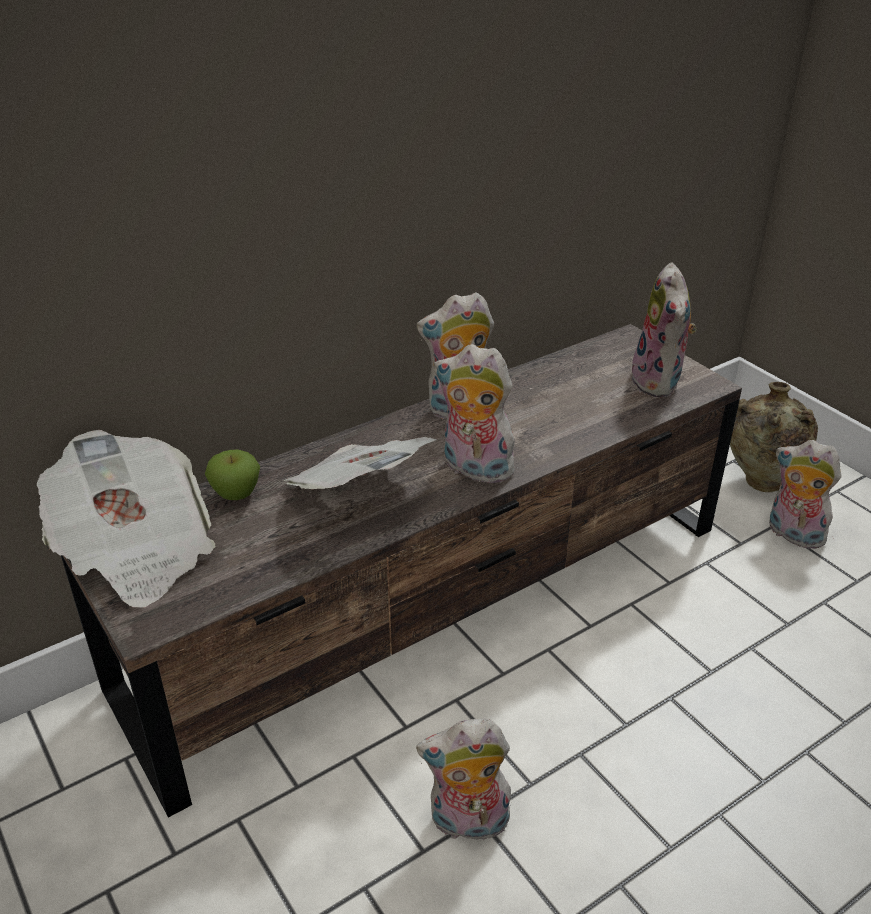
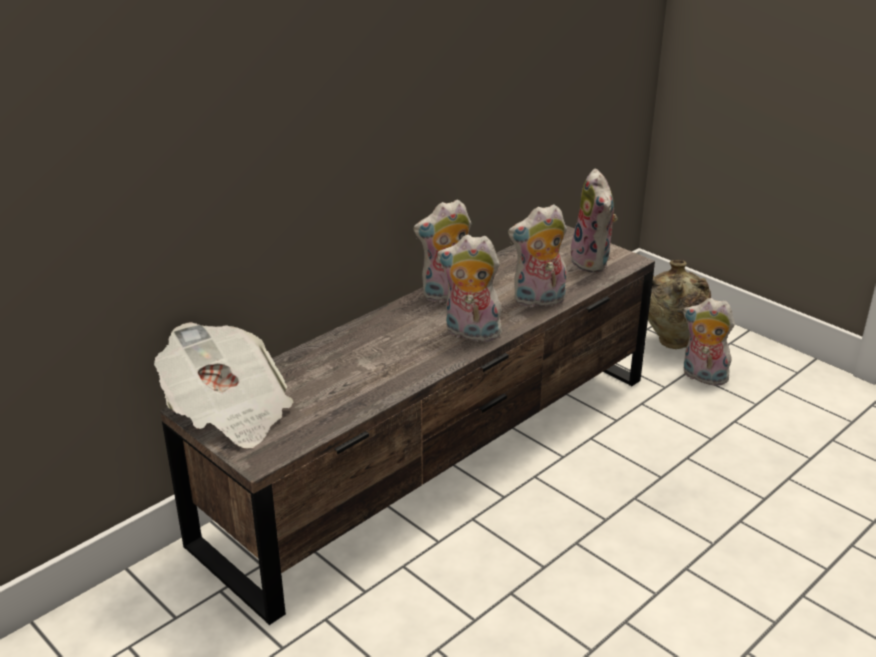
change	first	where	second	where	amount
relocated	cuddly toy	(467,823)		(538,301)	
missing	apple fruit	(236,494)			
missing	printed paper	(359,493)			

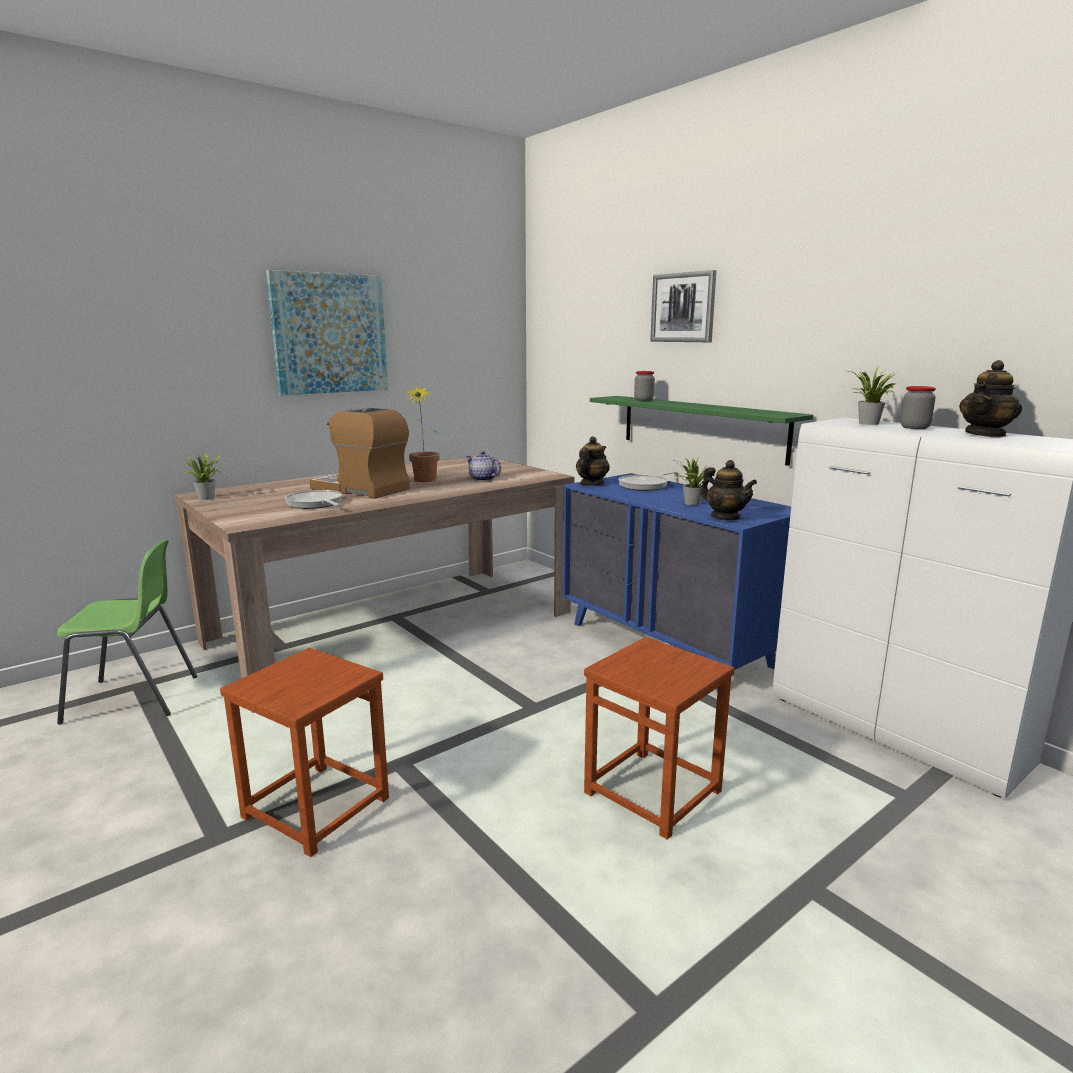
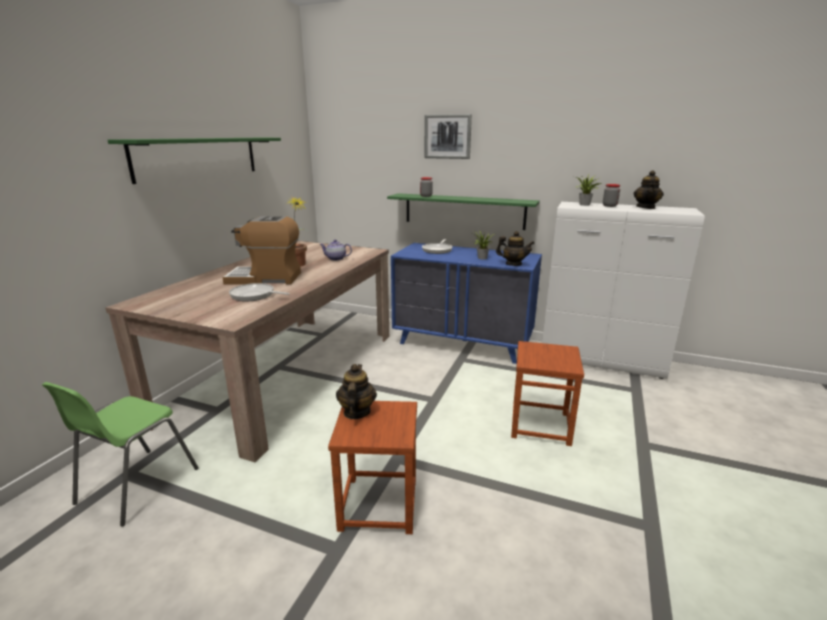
change	first	where	second	where	amount
spun	chair (green)	(133,699)		(136,486)	150 degrees clockwise
exchanged	picture	(329,333)	wall shelf (green)	(198,157)	
relocated	tea pot	(591,484)		(356,412)	
missing	potted plant	(208,498)			

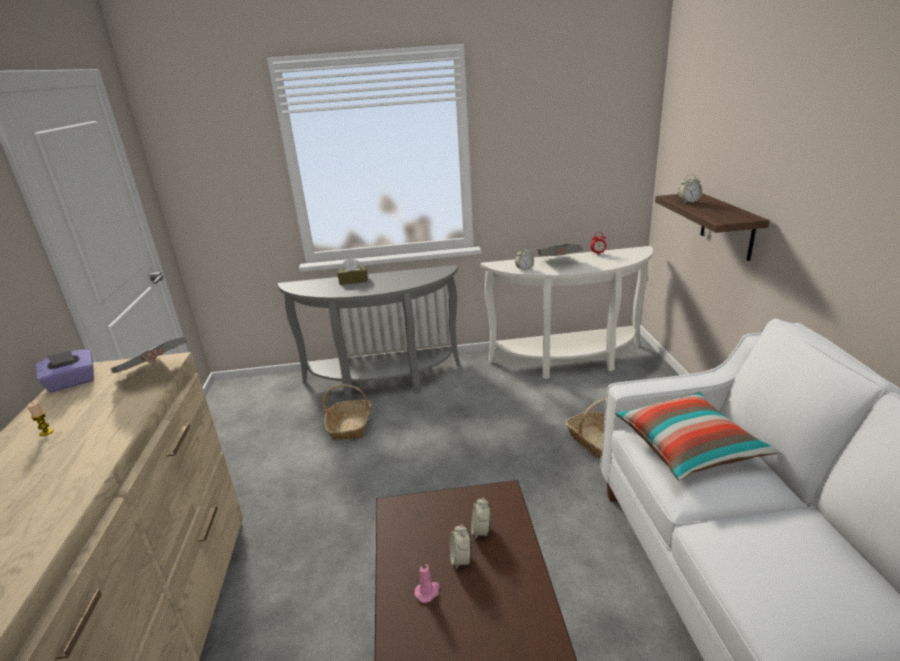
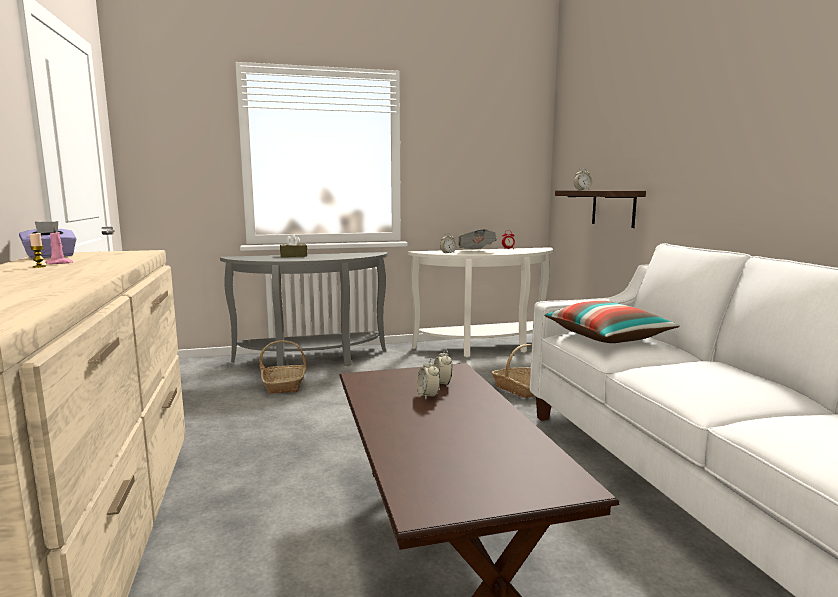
change	first	where	second	where	amount
relocated	wax light (pinkish)	(428,591)		(60,263)	
missing	printed paper	(155,373)			

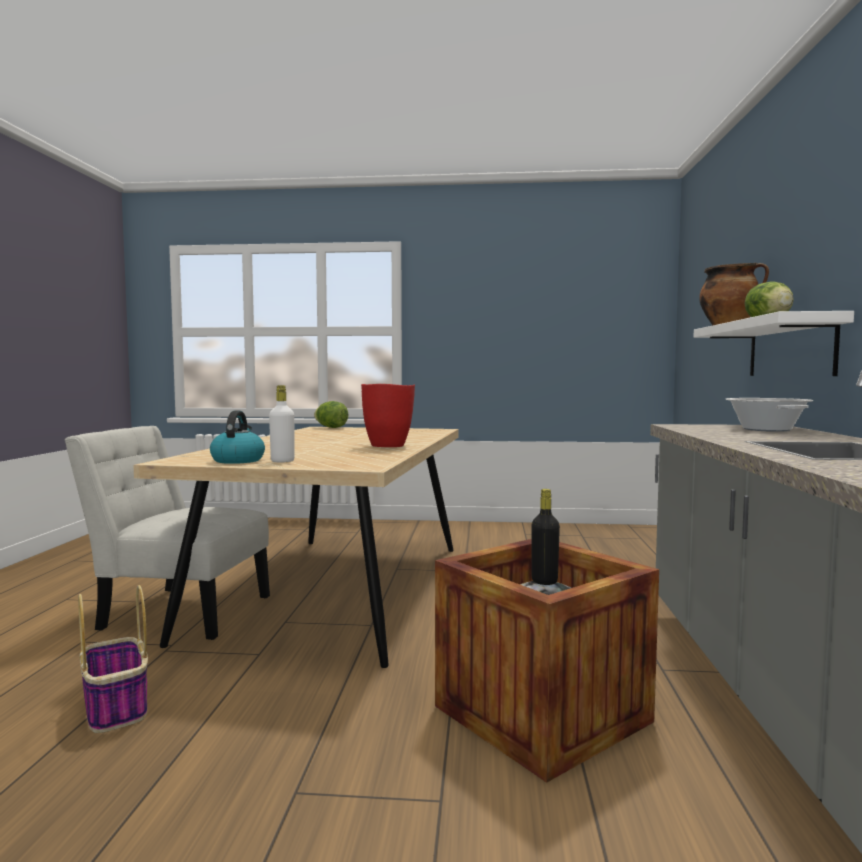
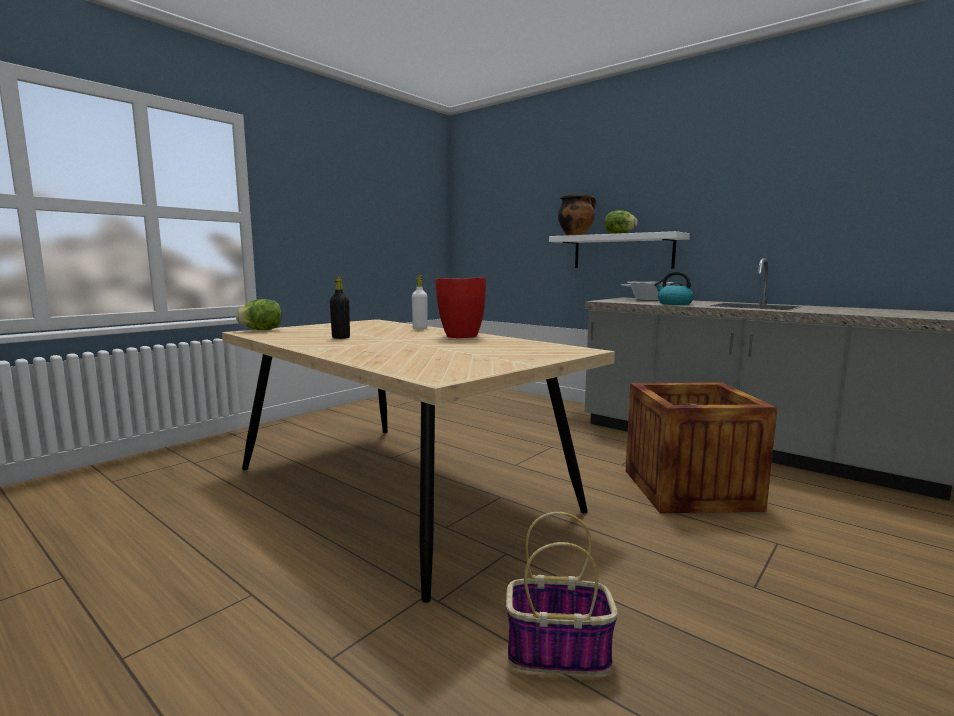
change	first	where	second	where	amount
relocated	beverage bottle (blackish)	(544,581)		(341,338)	
relocated	beverage bottle (white)	(282,461)		(420,328)	
relocated	tea kettle	(238,460)		(674,304)	
missing	chair (white)	(179,611)			

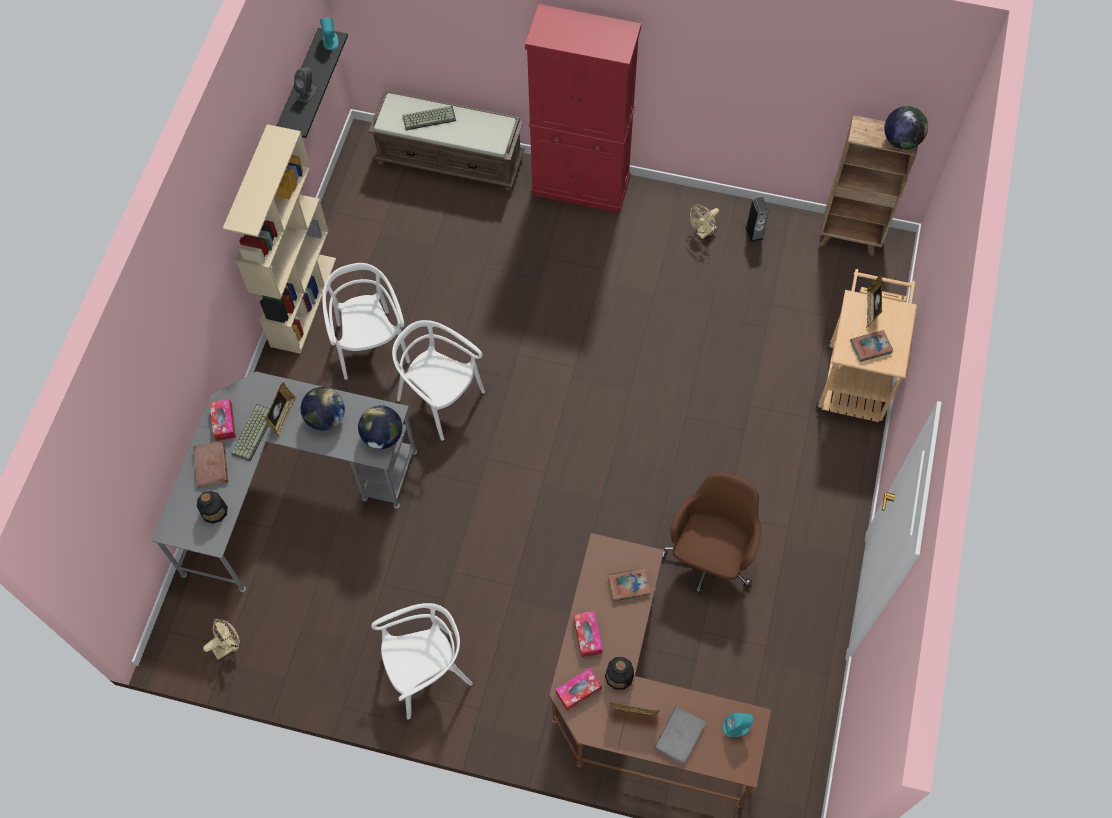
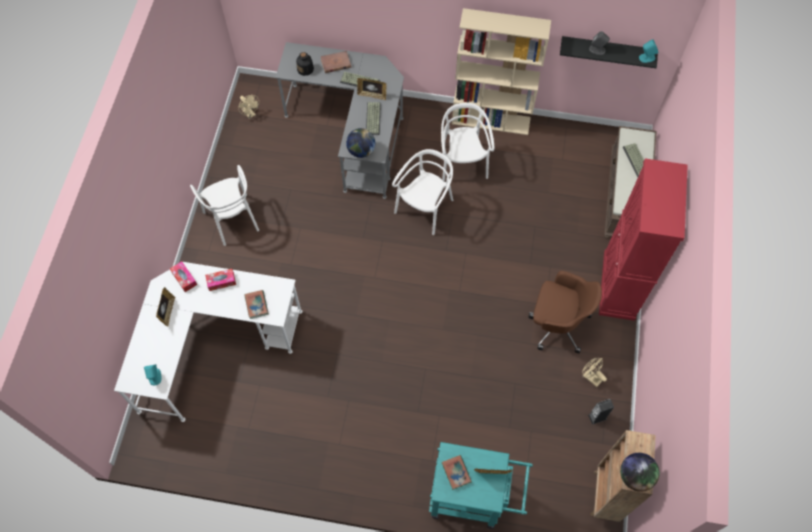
change	first	where	second	where	amount
colour	desk (brown-coloured)	(636,701)	desk (white)	(211,344)	
exchanged	desk globe	(325,418)	PC keyboard	(372,118)	
colour	trolley (sand-coloured)	(855,375)	trolley (turquoise)	(473,497)	
spun	chair (white)	(370,345)		(462,163)	75 degrees counterclockwise
relocated	computer chair (brown-coloured)	(710,556)		(557,323)	
missing	tissue holder	(224,422)			
missing	beverage bottle	(619,676)			
missing	bound book (grey)	(680,735)			

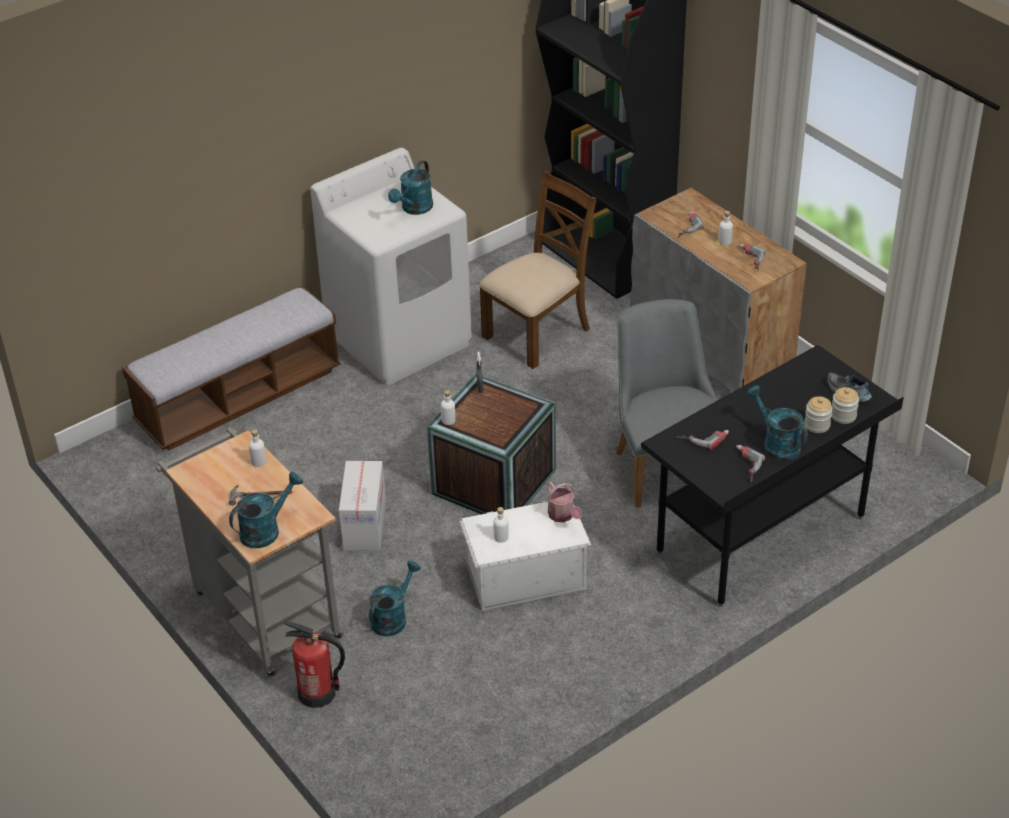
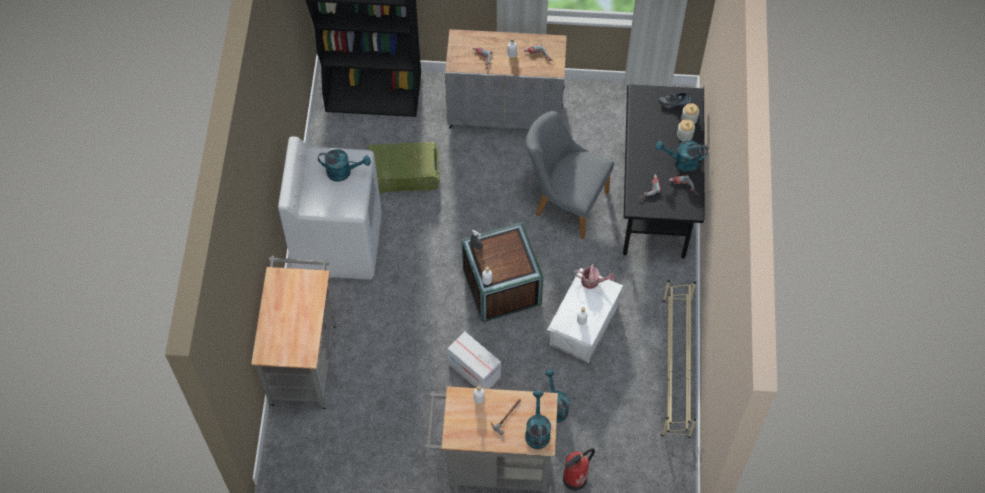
change	first	where	second	where	amount
exchanged	long seat	(239,397)	trolley (grey)	(304,358)	
spun	sprinkling can (turquoise)	(414,209)		(343,172)	60 degrees counterclockwise
exchanged	chair (brown-coloured)	(538,332)	packing crate	(404,174)	
appeared			shoe stand (sand-coloured)	(676,367)	

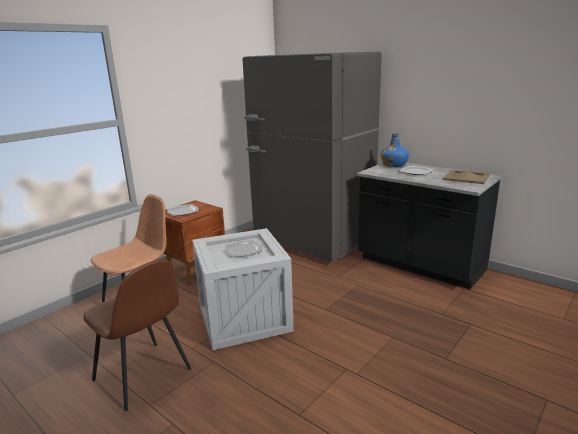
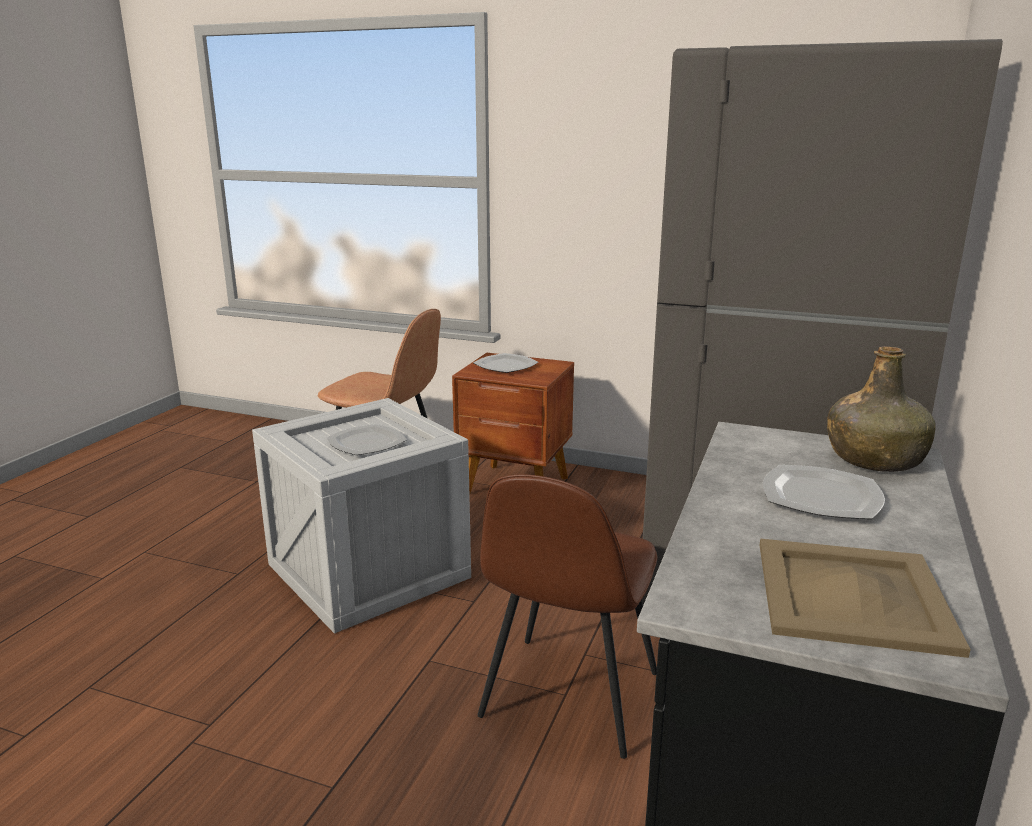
change	first	where	second	where	amount
relocated	chair (brown-coloured)	(143,376)		(568,697)	
colour	beverage bottle (blue)	(394,165)	beverage bottle (green)	(874,459)	

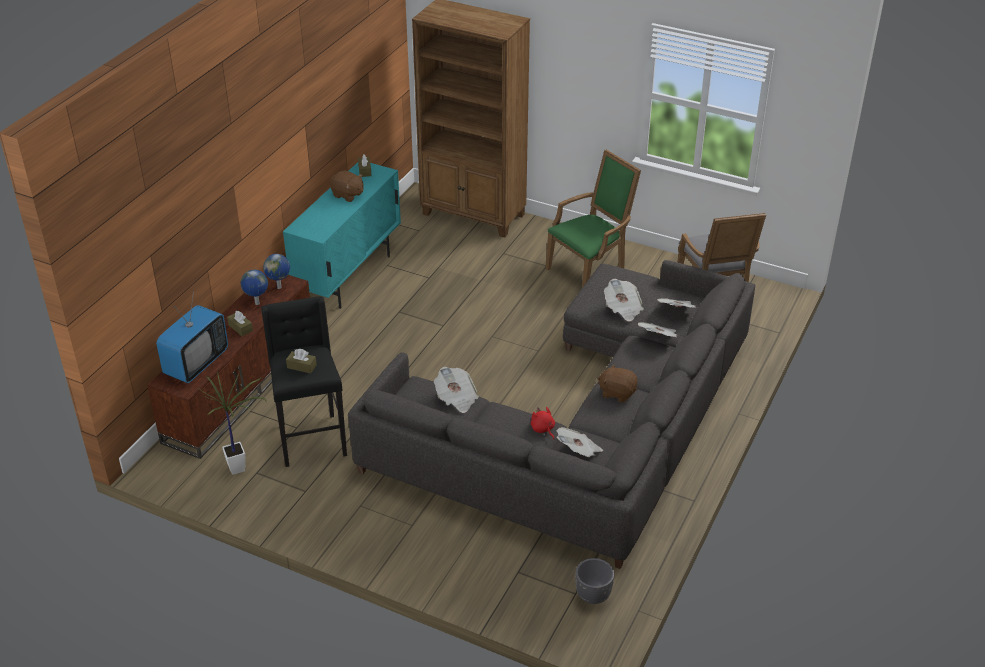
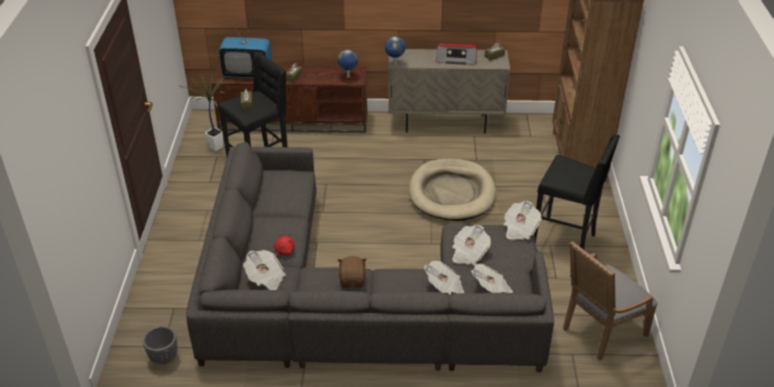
change	first	where	second	where	amount
relocated	desk globe	(257,304)		(394,64)	
colour	cupboard (turquoise)	(349,276)	cupboard (sand-coloured)	(445,123)	
appeared			dog cushion (sand-coloured)	(451,193)	
exchanged	cuddly toy (brown-coloured)	(348,195)	radio set	(456,59)	
relocated	printed paper	(456,398)		(519,229)	
exchanged	lounge chair (green)	(590,269)	stool seat (blackish)	(565,241)	

